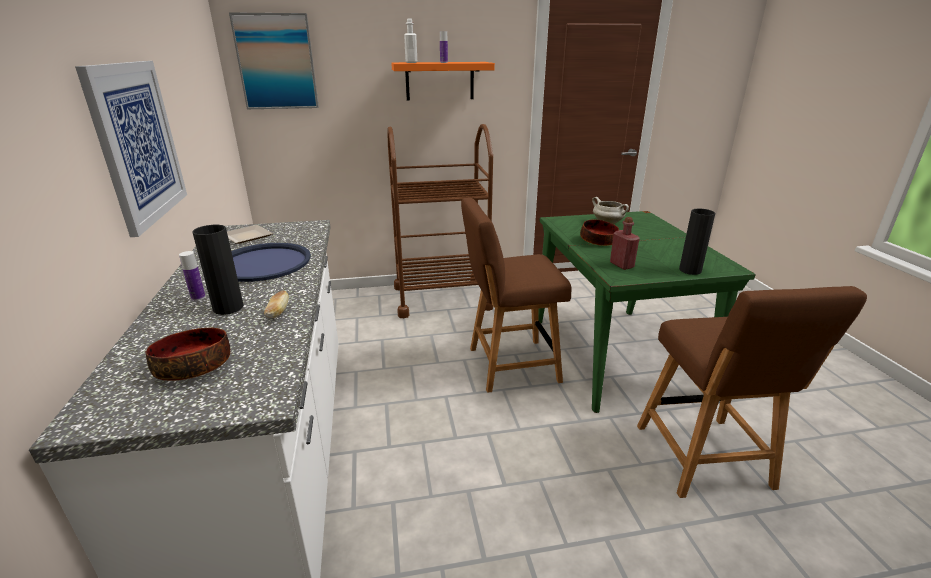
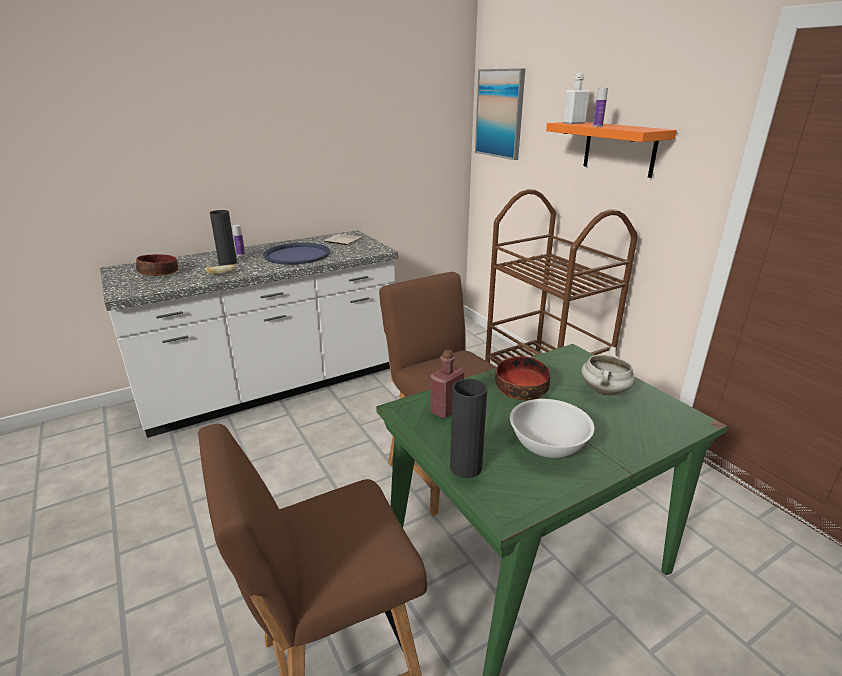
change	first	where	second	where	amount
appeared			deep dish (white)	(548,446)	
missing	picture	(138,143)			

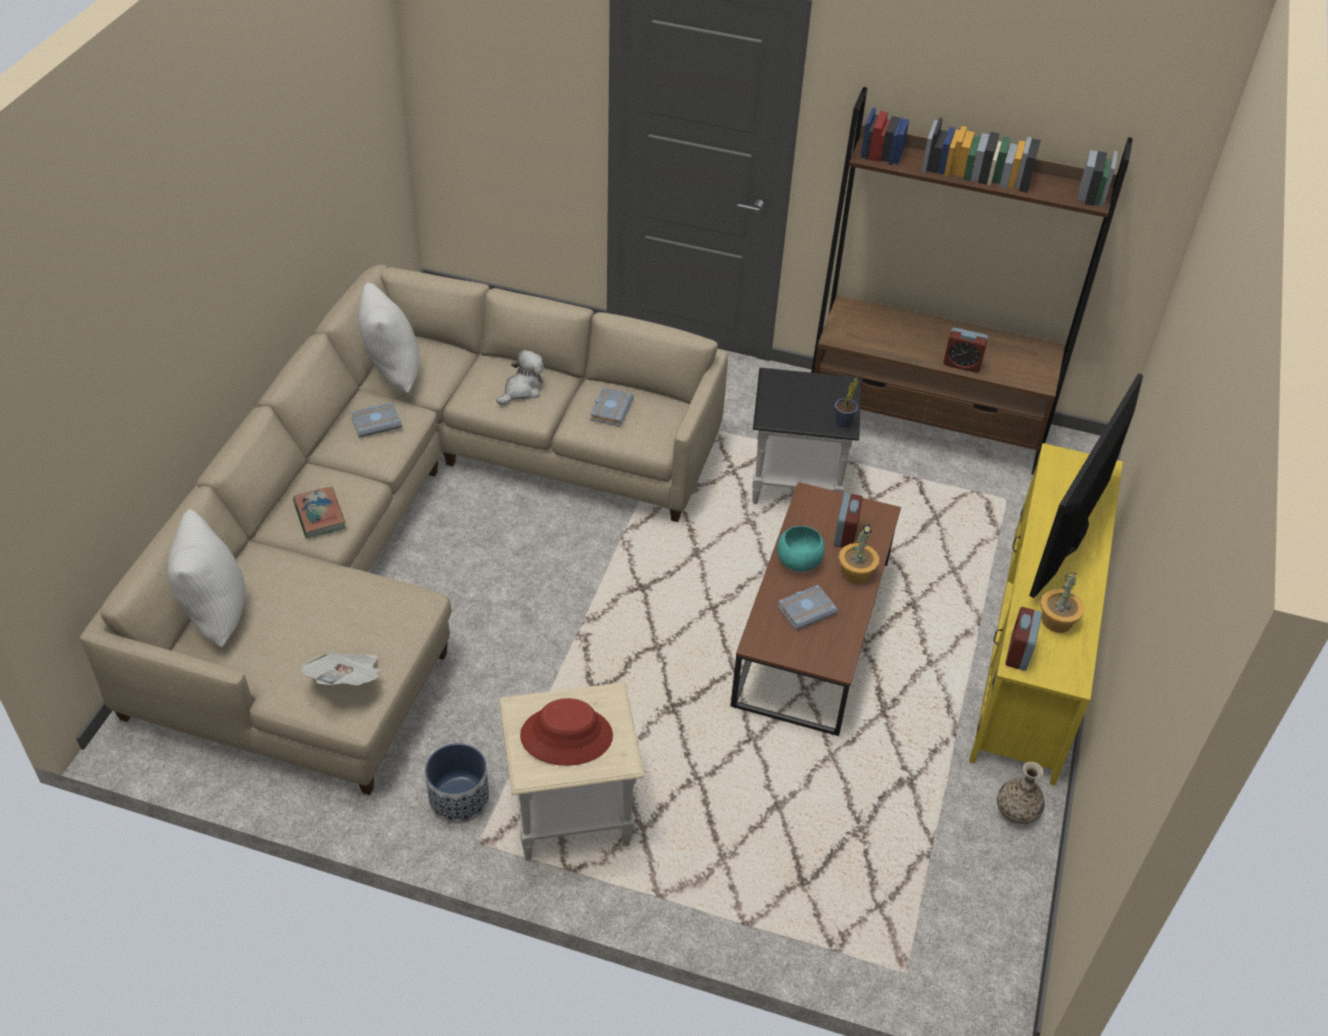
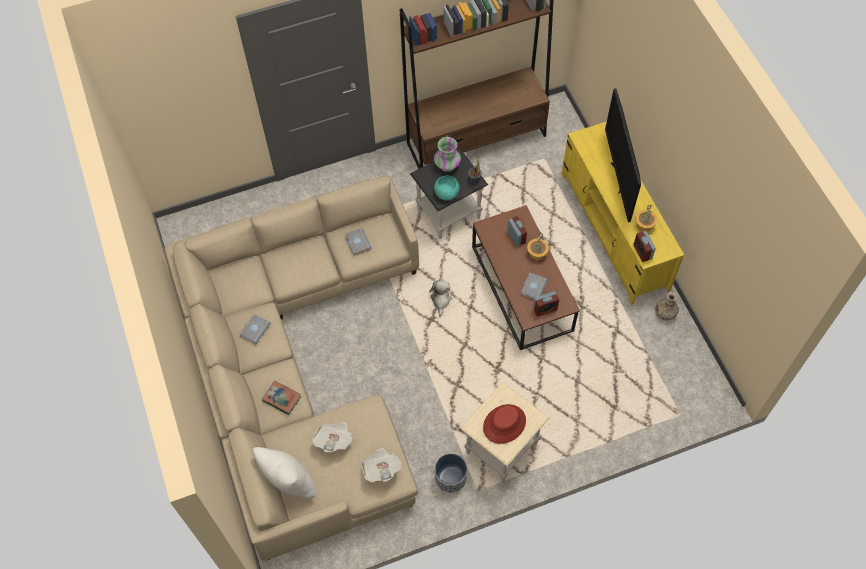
change	first	where	second	where	amount
appeared			printed paper	(334,440)	
relocated	cuddly toy	(522,390)		(441,300)	
appeared			decorative vase	(447,165)	
relocated	deep dish (turquoise)	(798,561)		(446,193)	
relocated	bedside clock	(962,364)		(545,309)	
missing	pillow (white)	(391,373)			

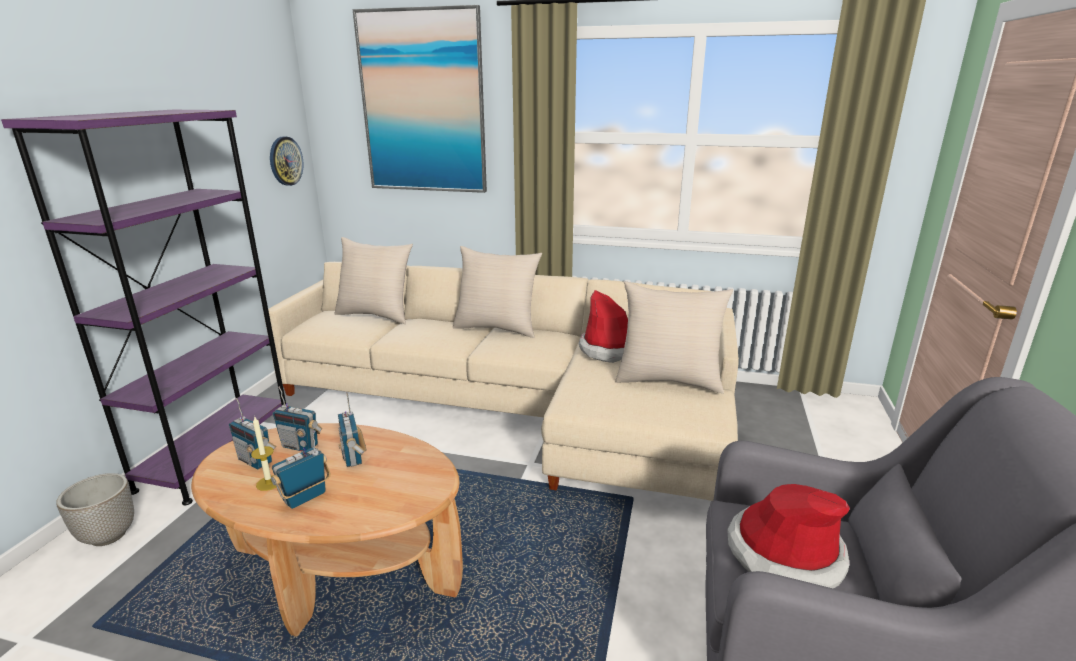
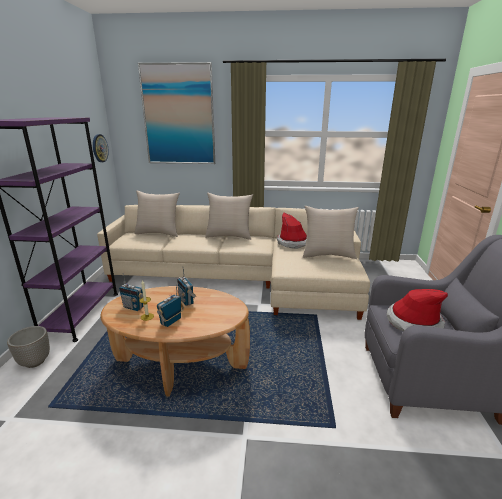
change	first	where	second	where	amount
missing	radio set	(300,446)			

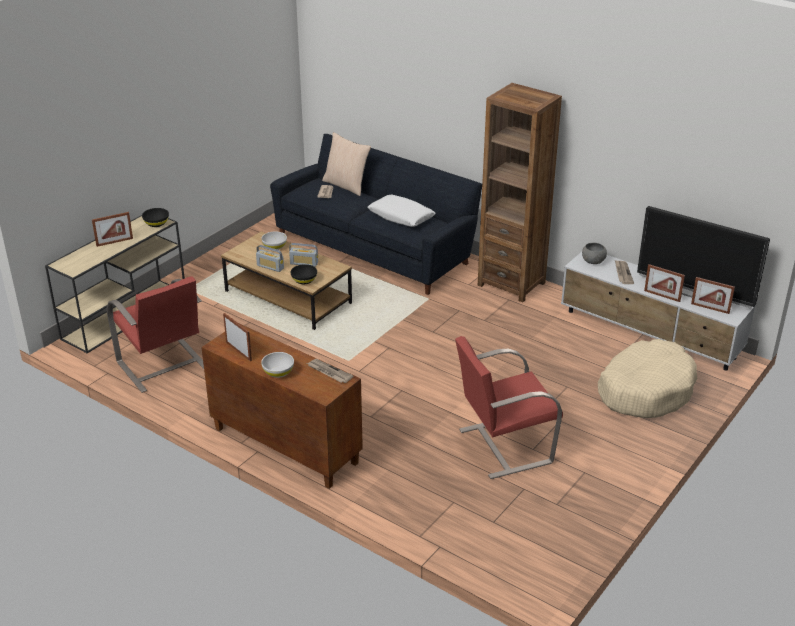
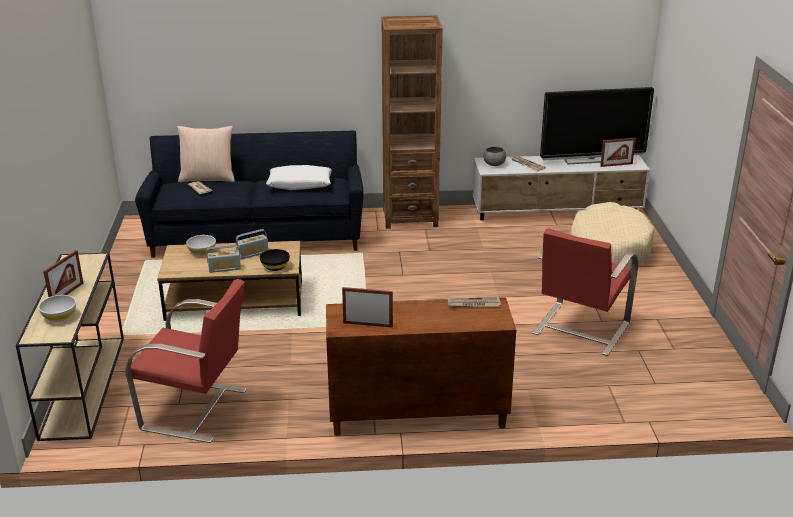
change	first	where	second	where	amount
relocated	deep dish (white)	(278,372)		(59,317)	
missing	deep dish (blackish)	(156,223)			
missing	standing frame	(662,296)			

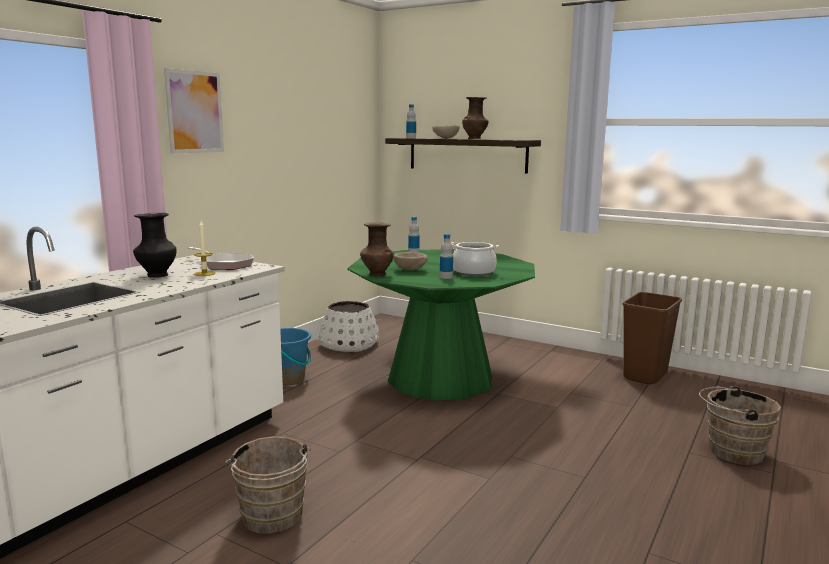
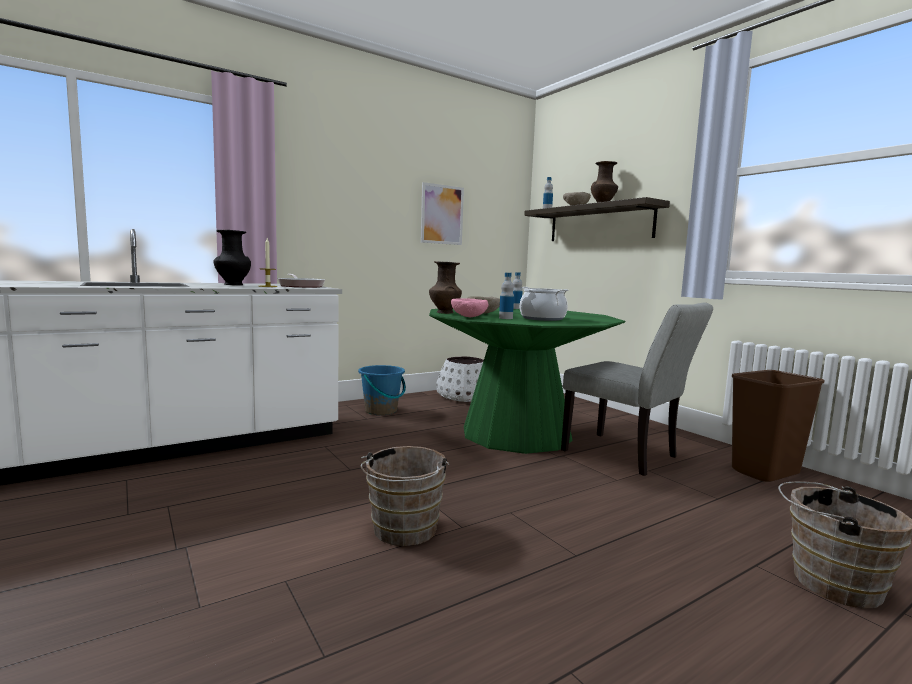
change	first	where	second	where	amount
relocated	water bucket (brown-coloured)	(272,519)		(403,532)	
relocated	picture	(194,112)		(442,214)	
appeared			deep dish (pinkish)	(468,317)	
appeared			chair (grey)	(627,456)	

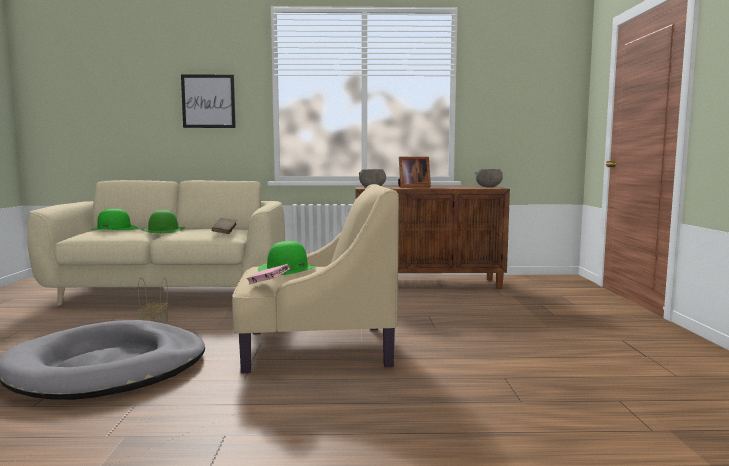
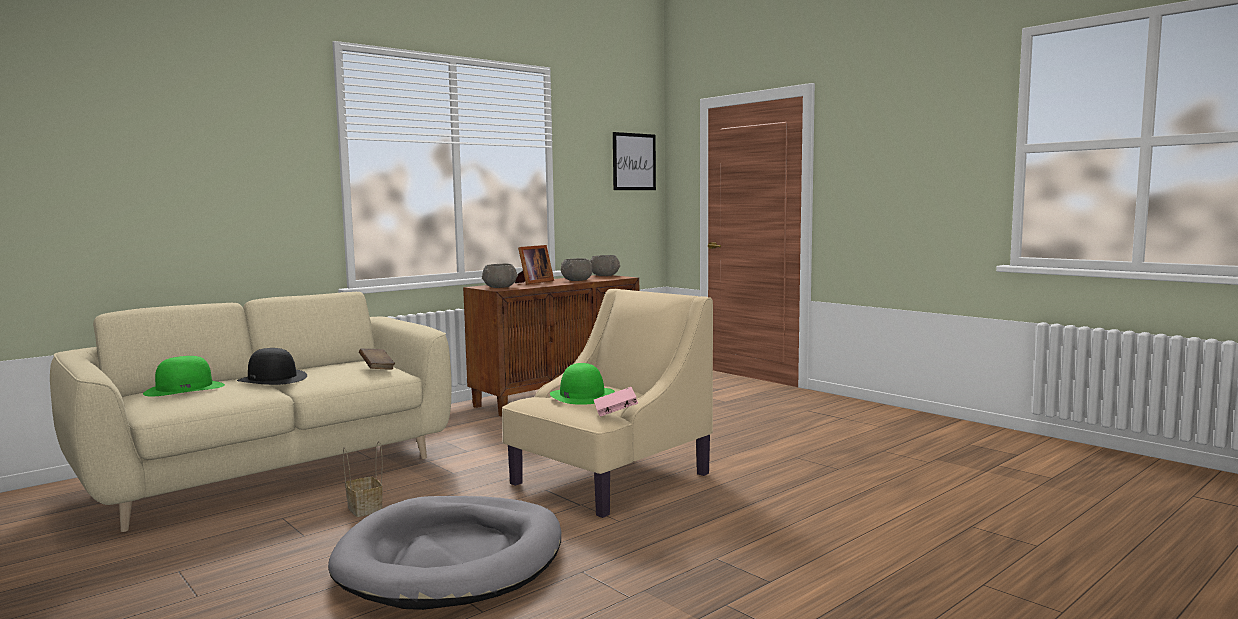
change	first	where	second	where	amount
colour	wearable hat (green)	(163,230)	wearable hat (blackish)	(273,379)	
appeared			deep dish (grey)	(576,280)	
relocated	picture	(208,101)		(634,162)	

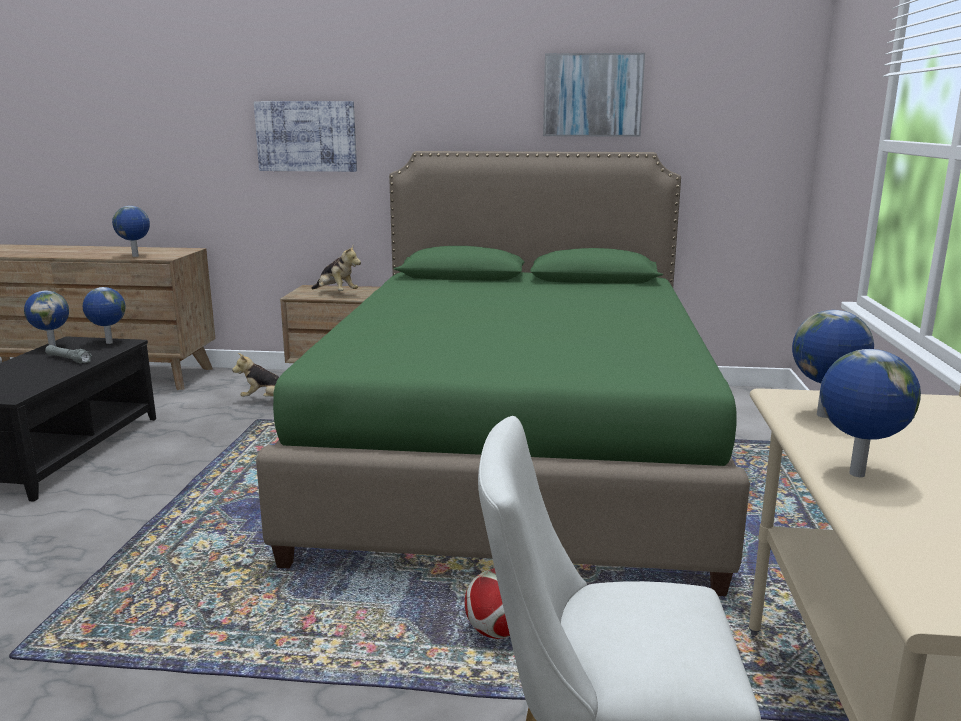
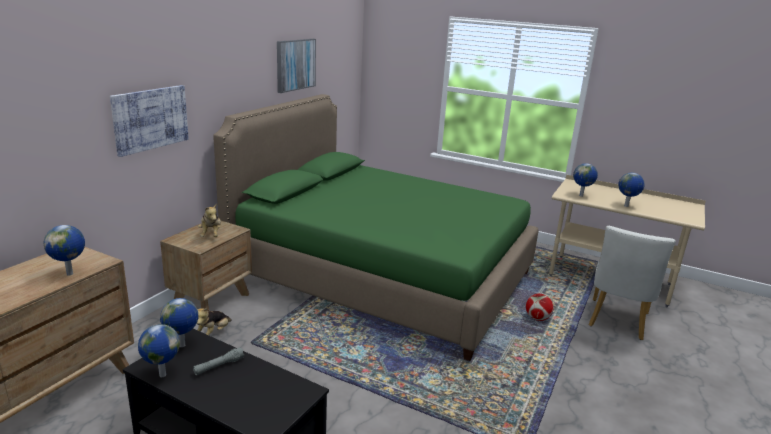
change	first	where	second	where	amount
spun	cuddly toy	(336,293)		(211,235)	105 degrees clockwise

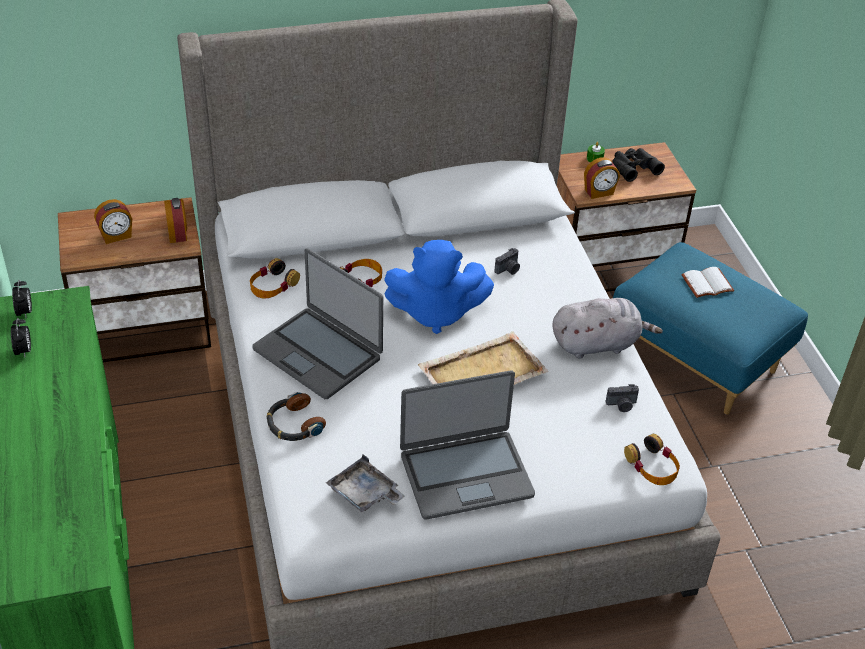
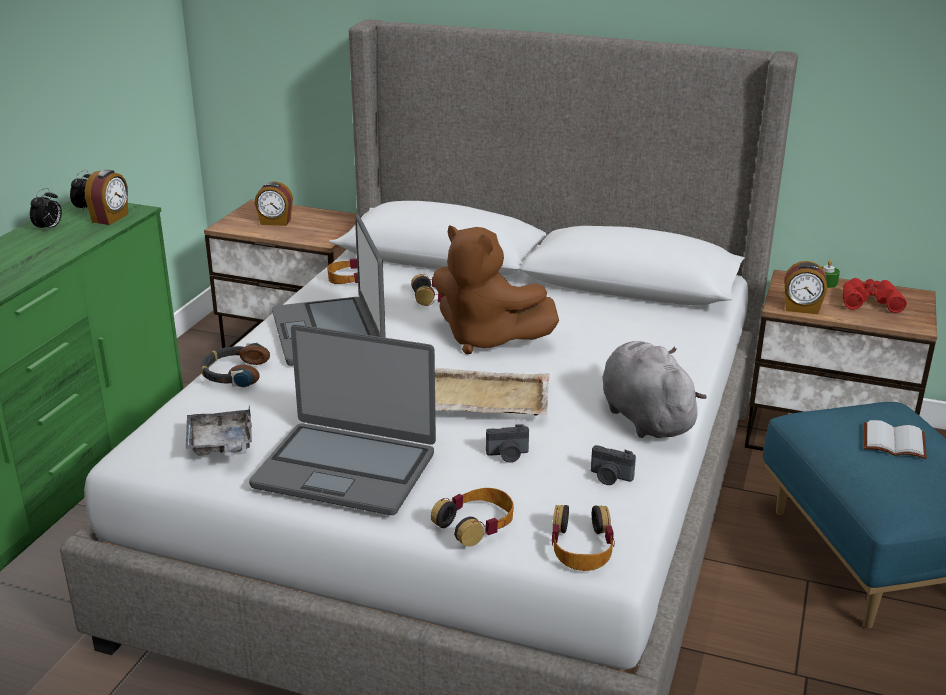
change	first	where	second	where	amount
relocated	bedside clock	(178,234)		(111,218)	
appeared			pair of headphones	(476,523)	
colour	cuddly toy (blue)	(435,312)	cuddly toy (brown-coloured)	(486,339)	
relocated	still camera	(508,269)		(508,455)	
spun	cuddly toy (grey)	(598,344)		(644,417)	135 degrees counterclockwise
colour	binoculars (blackish)	(633,167)	binoculars (reddish)	(869,300)	

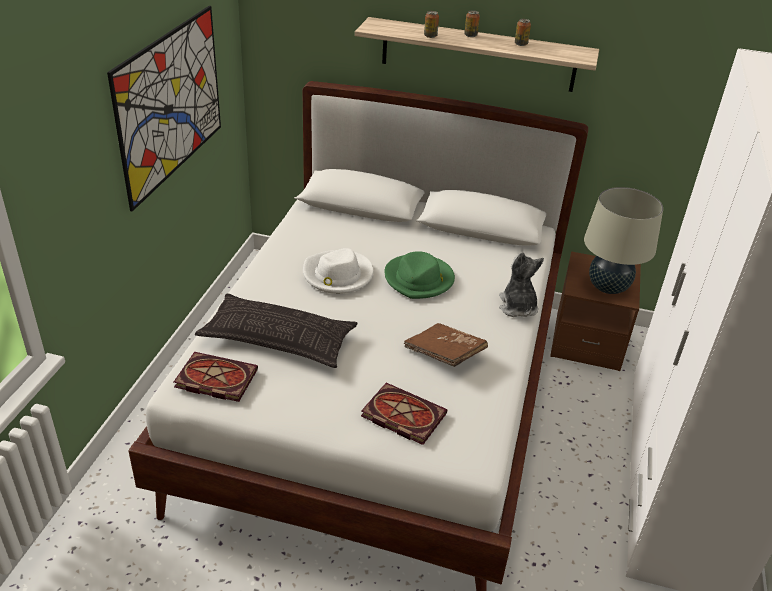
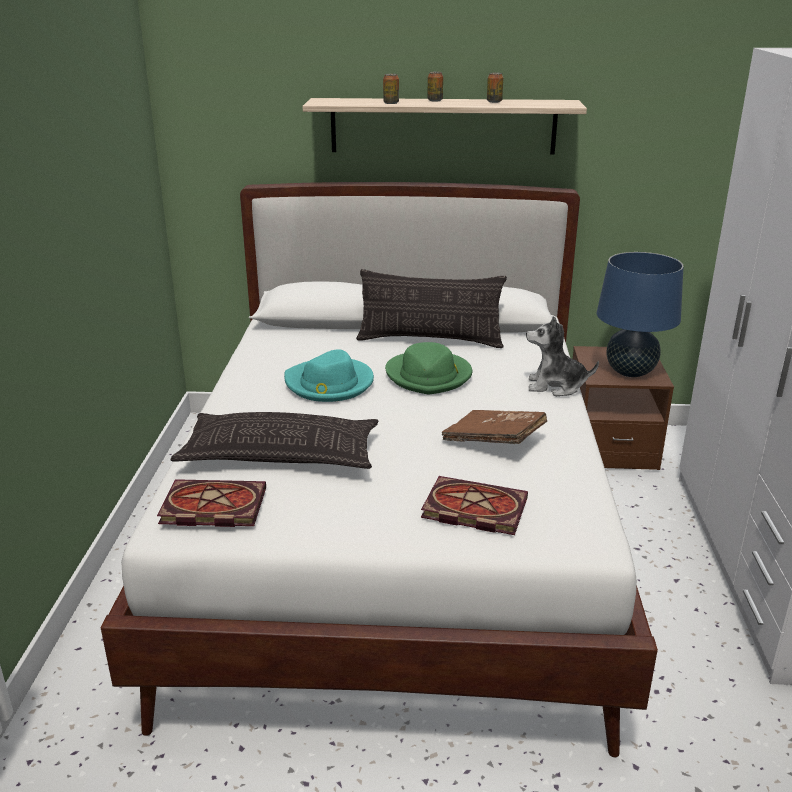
change	first	where	second	where	amount
colour	wearable hat (white)	(337,275)	wearable hat (turquoise)	(329,384)	
appeared			pillow	(430,340)	
spun	cuddly toy	(517,307)		(555,386)	60 degrees counterclockwise
colour	table lamp (sand-coloured)	(608,287)	table lamp (blue)	(630,372)	
missing	picture	(171,103)			

